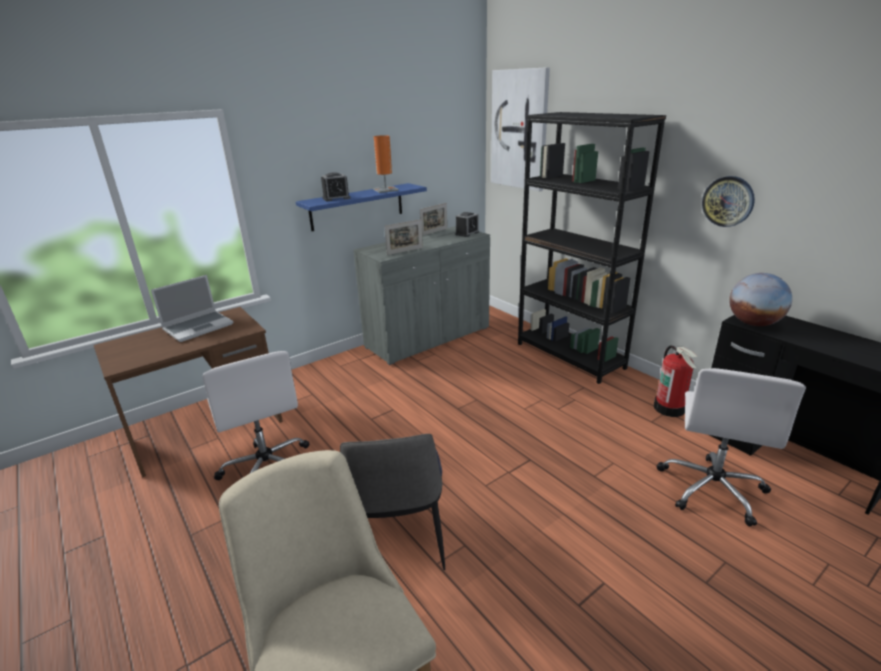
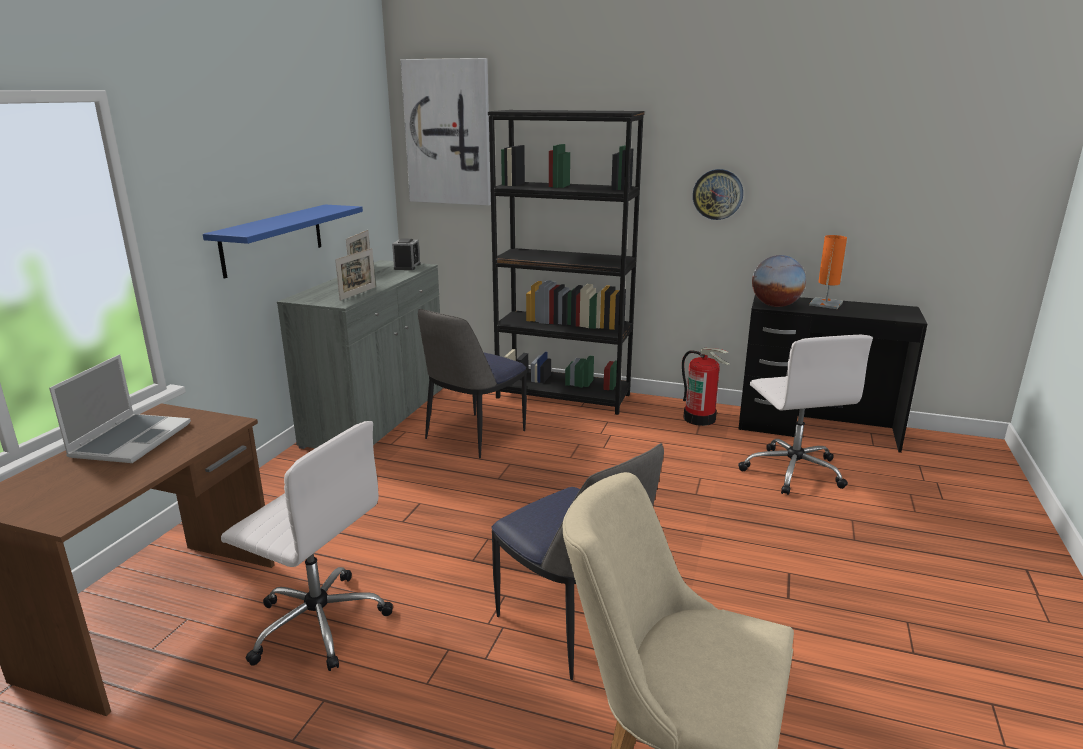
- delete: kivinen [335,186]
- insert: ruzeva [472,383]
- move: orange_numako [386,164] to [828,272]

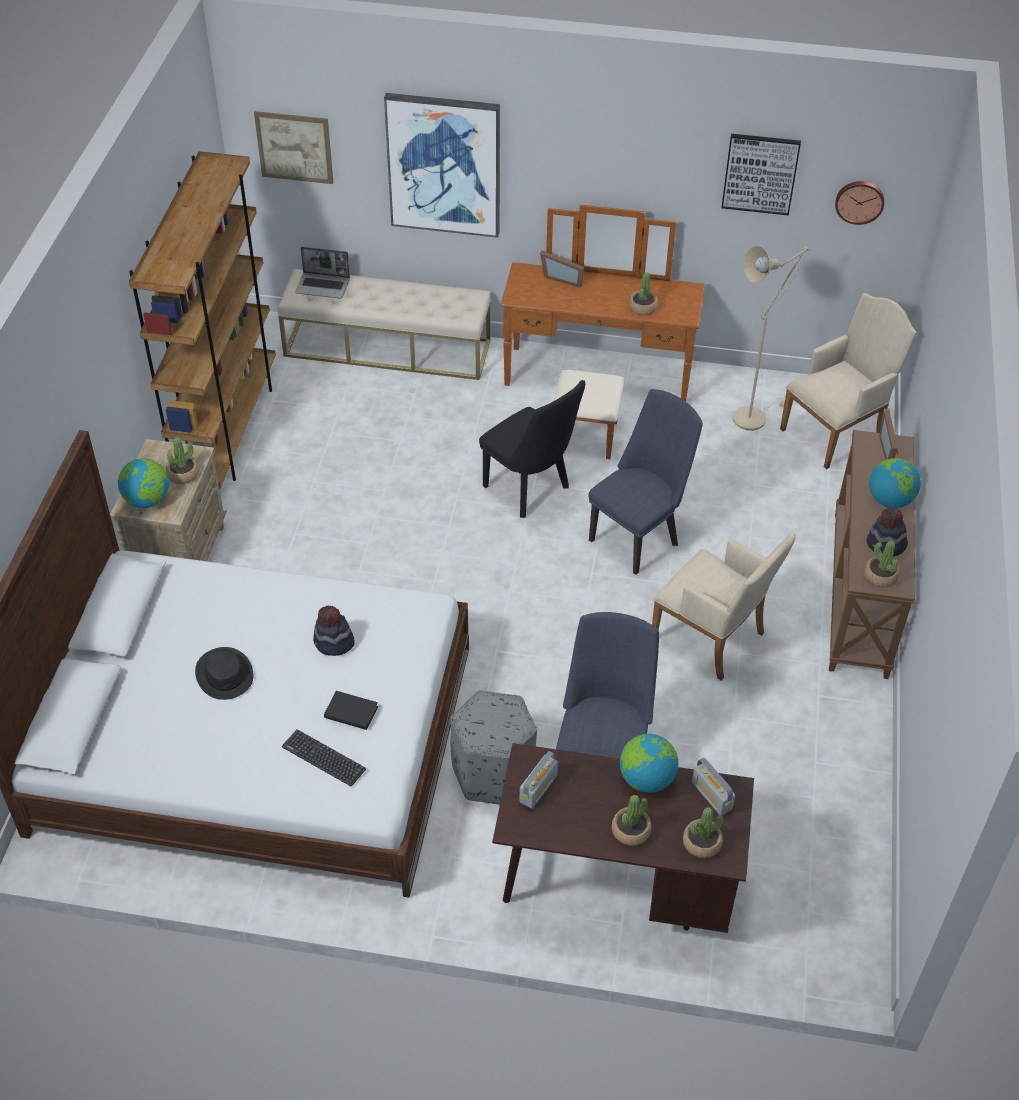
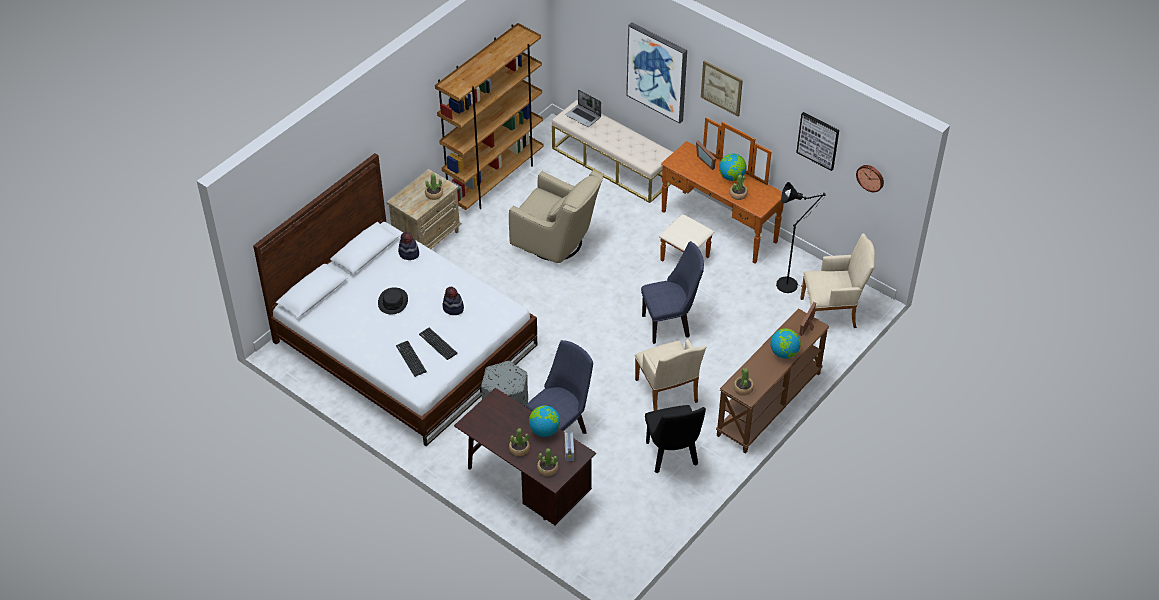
- delete: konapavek [538,780]
- insert: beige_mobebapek [556,216]
- move: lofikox [143,483] to [732,167]
- move: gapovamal [293,147] to [722,89]
- move: black_ruzeva [532,449] to [675,439]
- move: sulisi [887,531] to [408,246]
- replace: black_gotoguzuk [351,710] to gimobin [438,344]
- recolor: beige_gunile [771,338] to black_gunile [801,237]

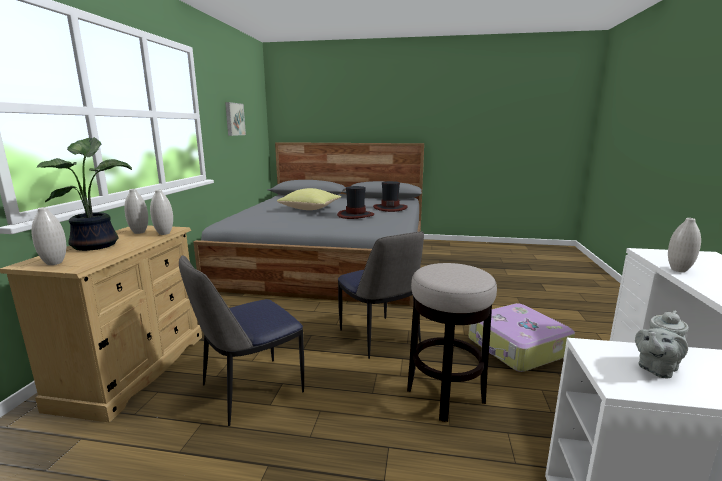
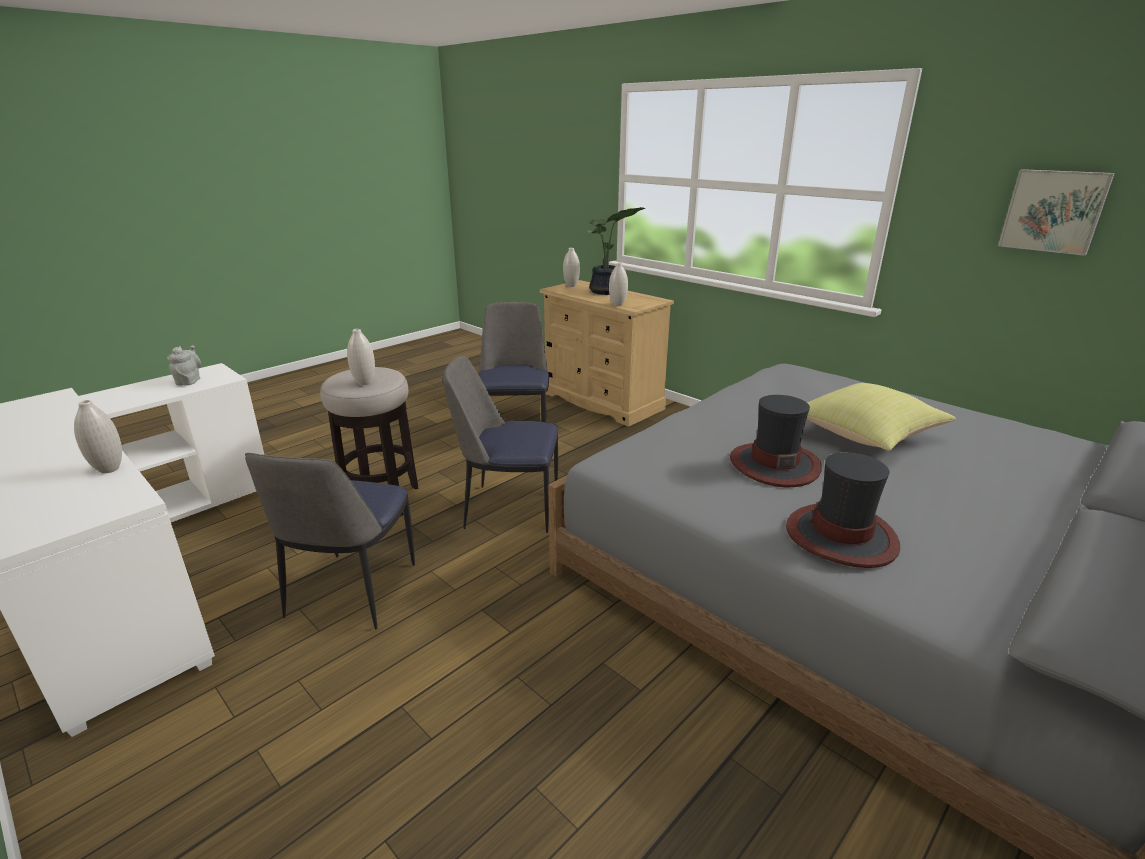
- move: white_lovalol [136,211] to [361,357]
- replace: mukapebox [521,337] to ruzeva [330,541]

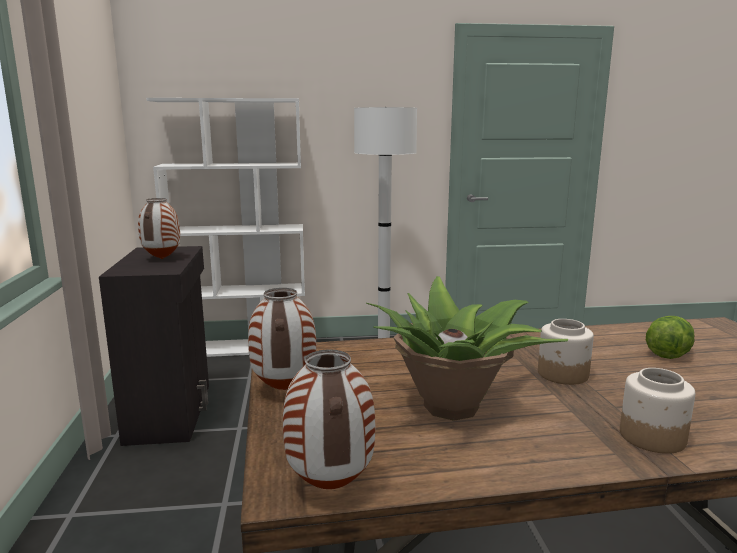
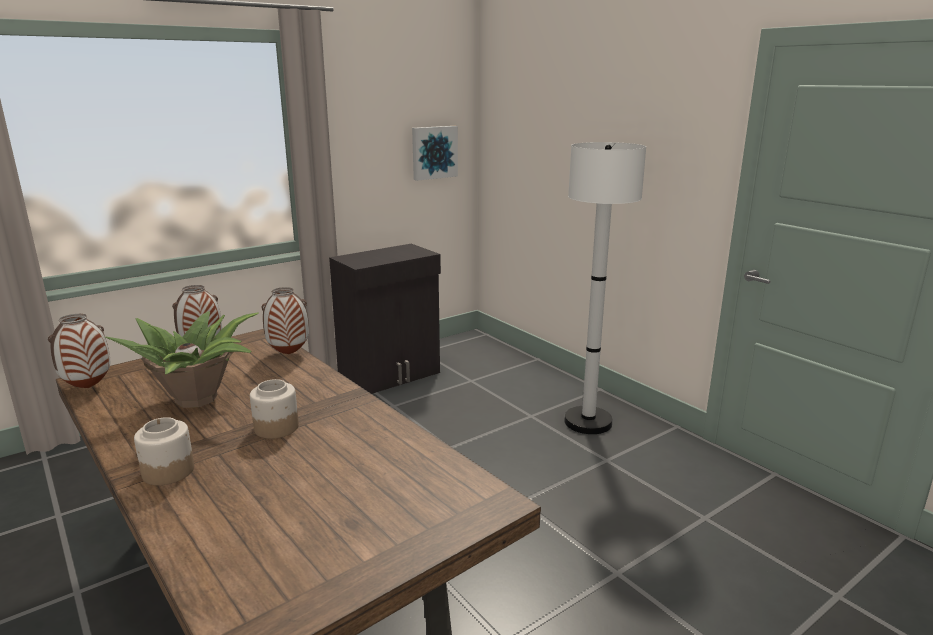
- delete: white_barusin [225,227]
- delete: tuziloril [670,337]
- insert: gapovamal [435,153]
- move: lovalol [159,228] to [285,321]

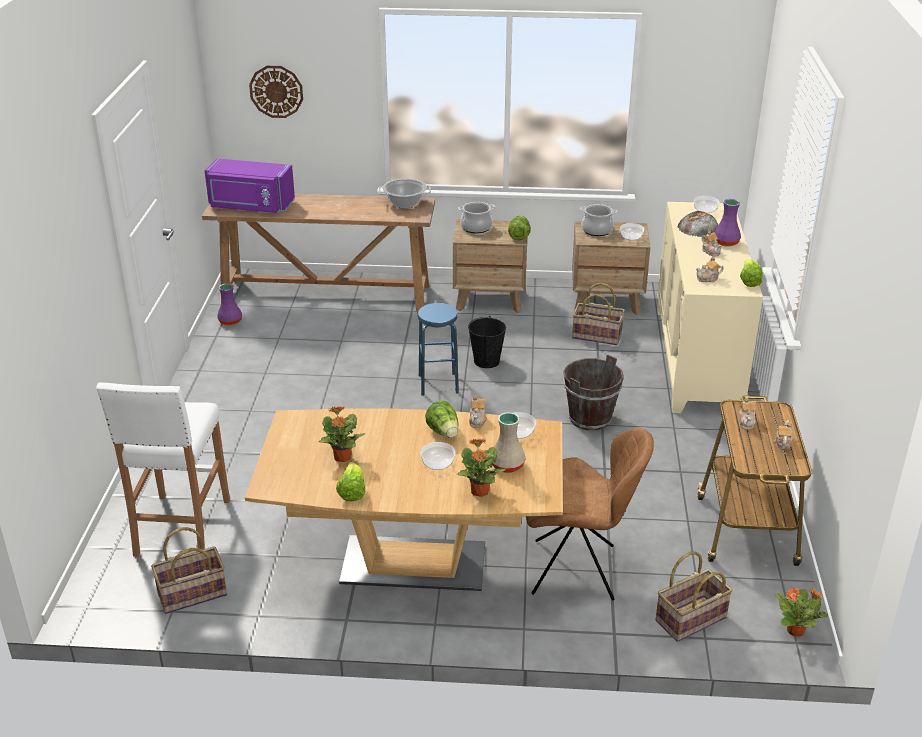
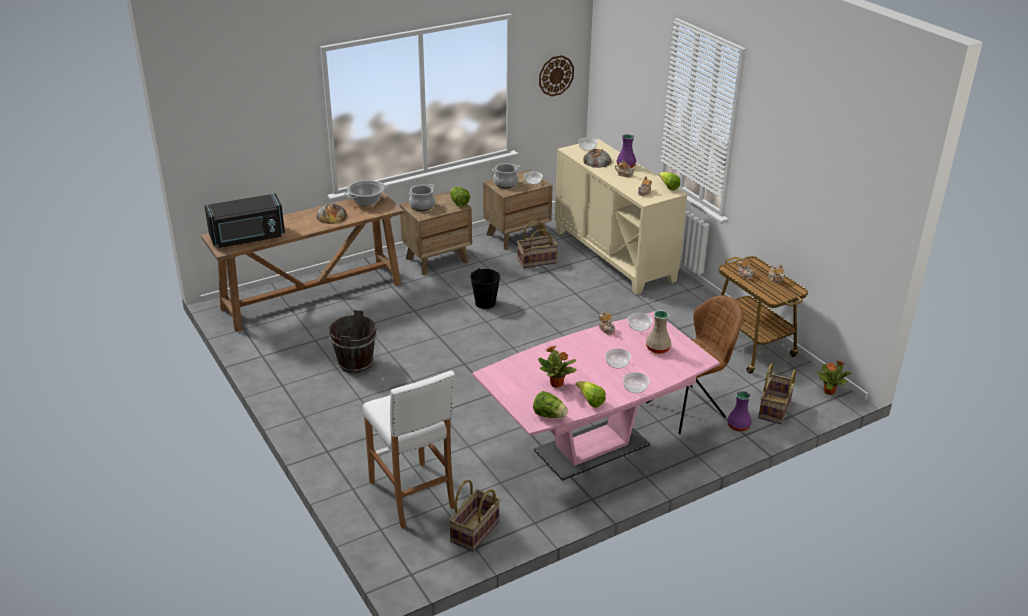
- delete: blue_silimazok [438,349]
- delete: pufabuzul [481,468]
- insert: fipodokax [331,214]
- insert: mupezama [636,382]
- move: purple_lovalol [229,304] to [739,411]
- move: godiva [276,92] to [556,75]
- move: tuziloril [442,419] to [550,404]
- move: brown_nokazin [593,392] to [353,341]
- recolor: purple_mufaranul [249,185] to black_mufaranul [244,220]
- recolor: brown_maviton [404,499] to pink_maviton [596,396]

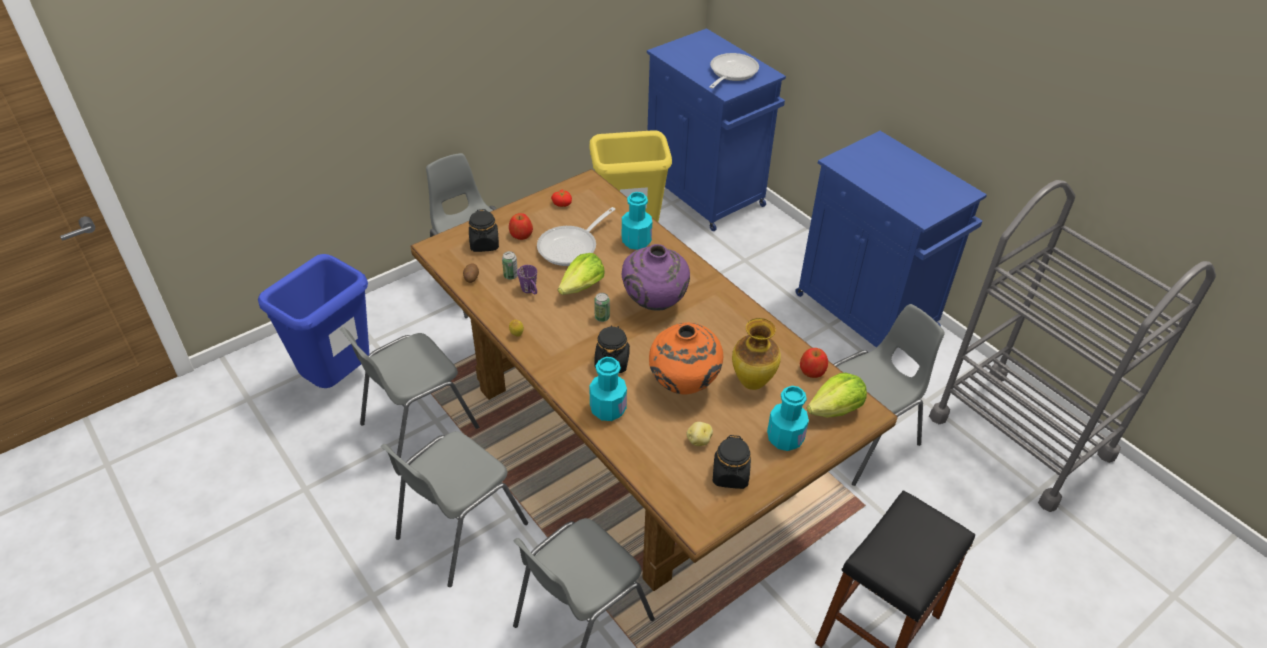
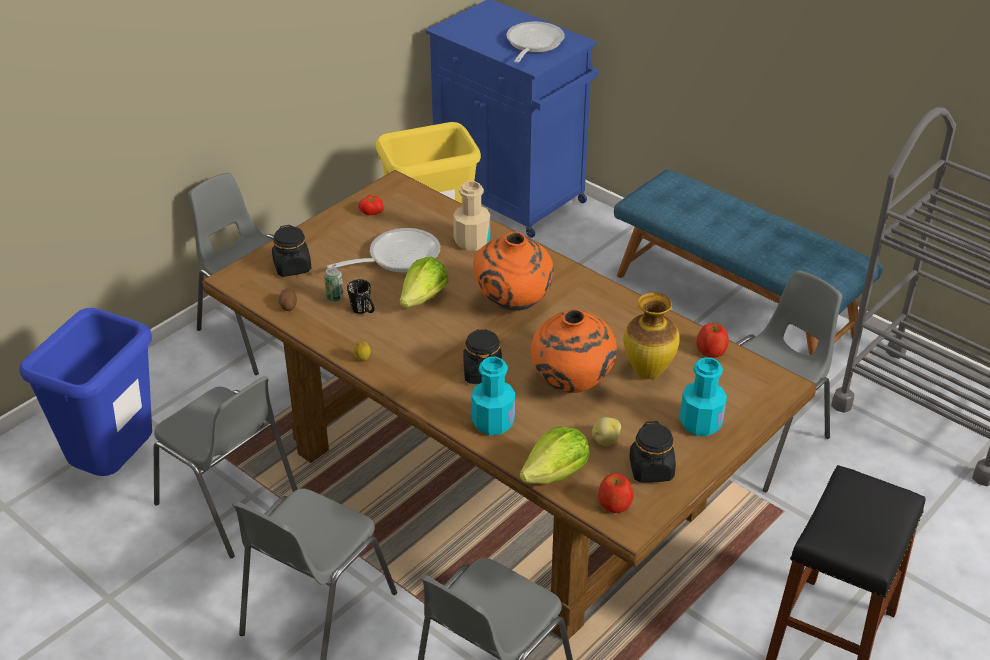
- delete: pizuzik [602,307]
- move: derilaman [521,226] to [616,493]
- move: tuziloril [837,395] to [554,455]
- replace: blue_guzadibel [891,239] to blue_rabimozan [748,262]
- recolor: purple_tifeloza [527,279] to black_tifeloza [361,296]
- recolor: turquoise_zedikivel [637,221] to beige_zedikivel [471,216]
- recolor: purple_lovalol [656,277] to orange_lovalol [513,271]
- rotate: grey_ruzeva [409,392] = [226,467] 90 degrees counterclockwise
- rotate: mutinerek [576,236] = [383,250] 150 degrees counterclockwise

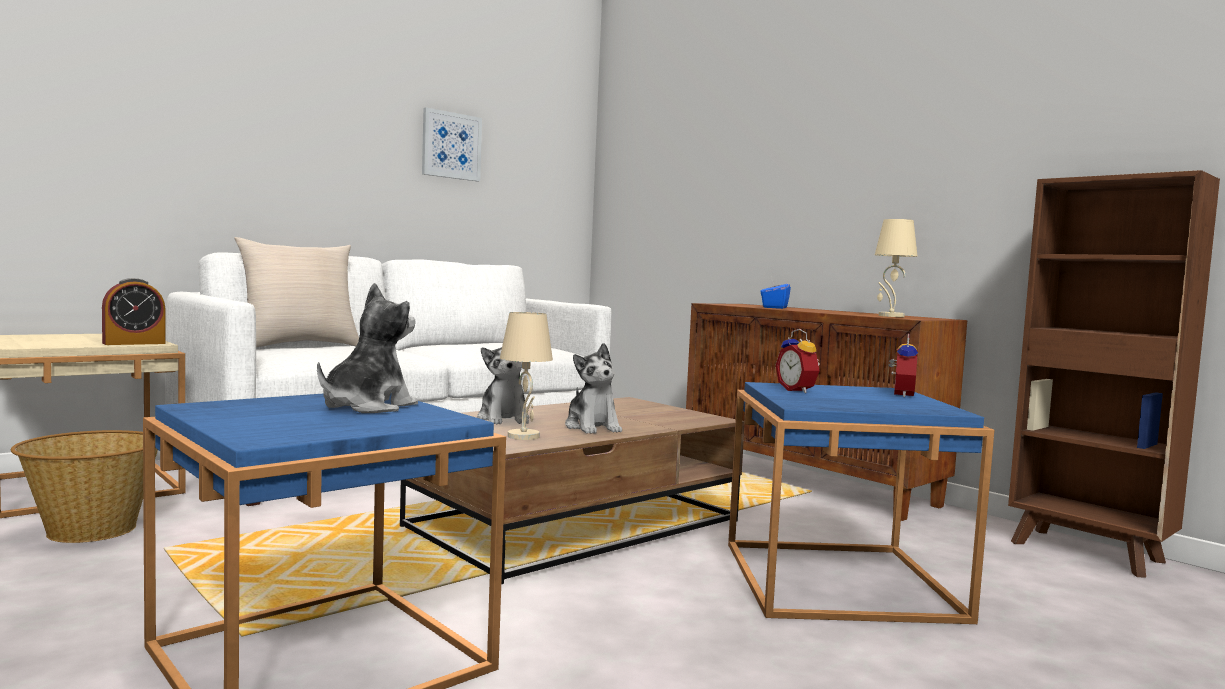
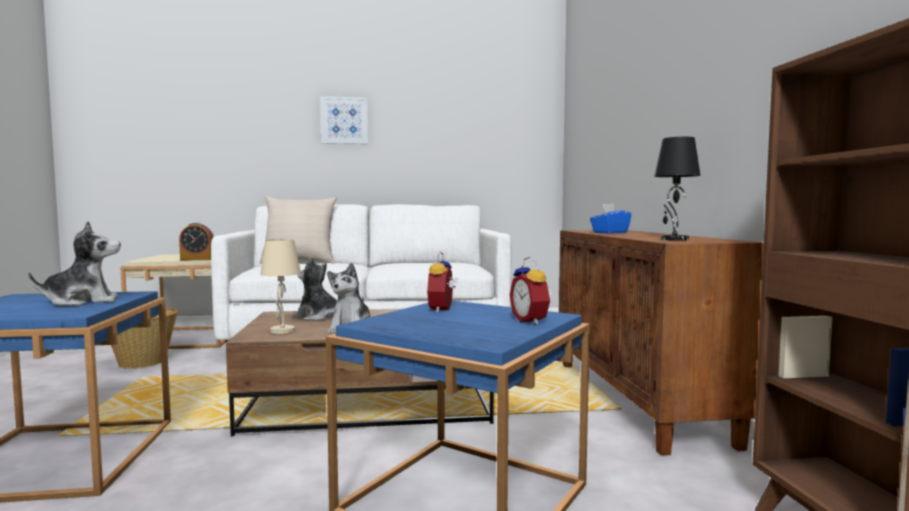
- move: gapovamal [452,144] to [344,120]
- recolor: beige_numako [896,268] to black_numako [677,188]
- rotate: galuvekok [503,386] = [315,289] 105 degrees clockwise
- rotate: kivinen [903,365] = [531,291] 105 degrees clockwise

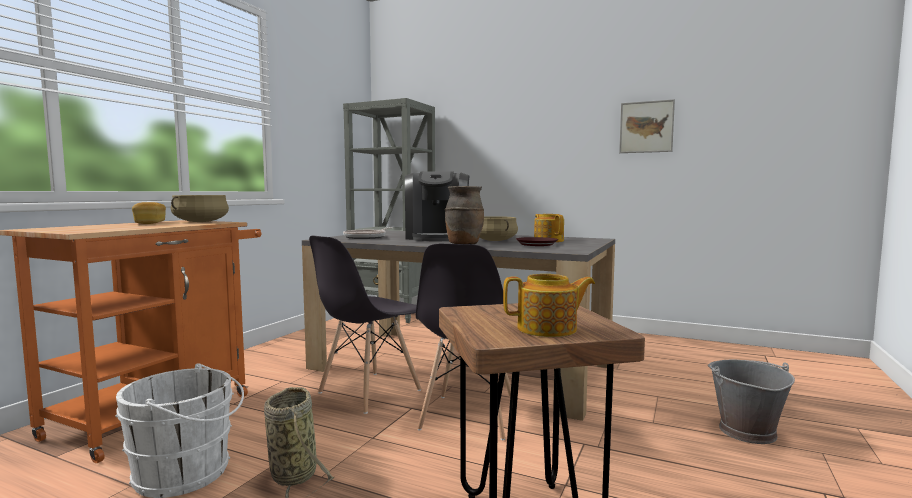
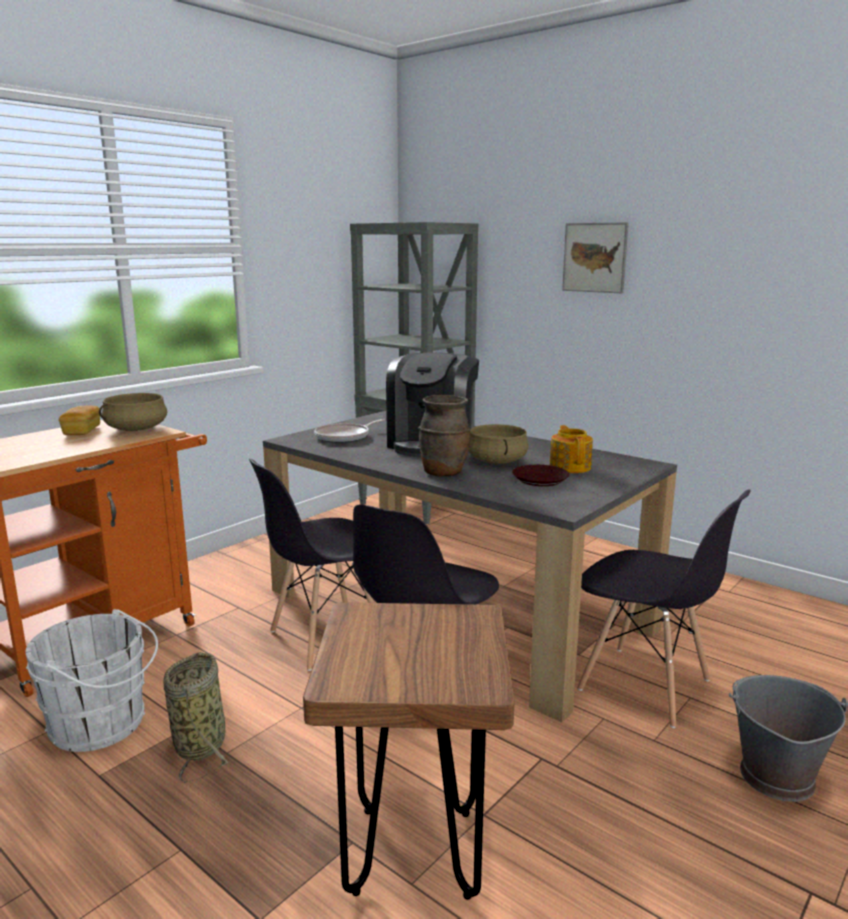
- delete: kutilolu [549,305]
- insert: grey_ruzeva [664,608]
- move: gapovamal [647,126] to [595,257]

